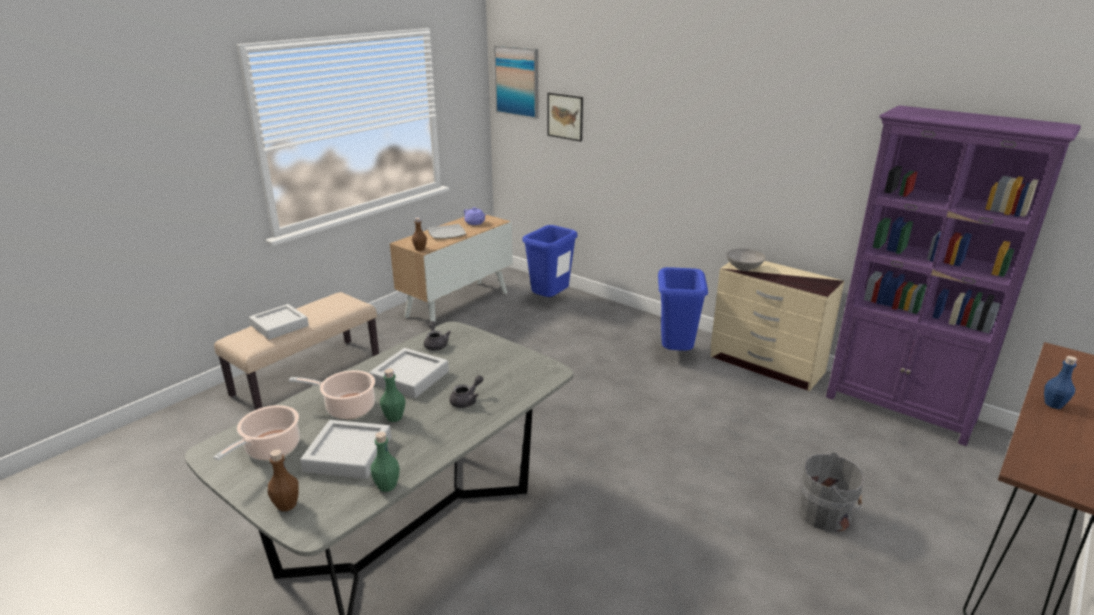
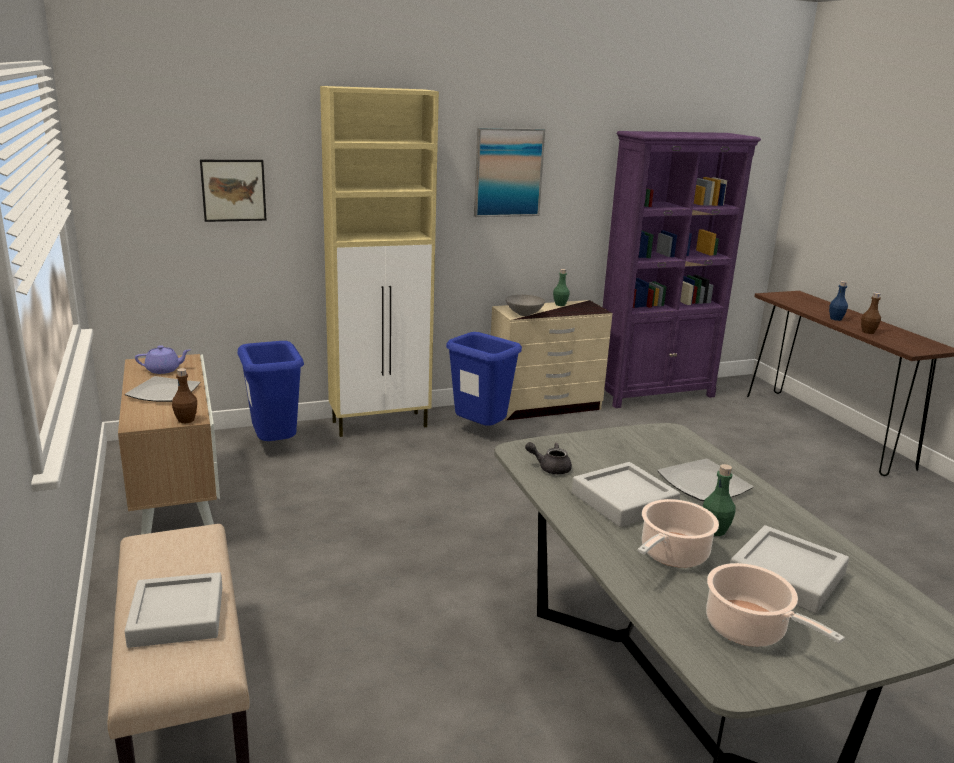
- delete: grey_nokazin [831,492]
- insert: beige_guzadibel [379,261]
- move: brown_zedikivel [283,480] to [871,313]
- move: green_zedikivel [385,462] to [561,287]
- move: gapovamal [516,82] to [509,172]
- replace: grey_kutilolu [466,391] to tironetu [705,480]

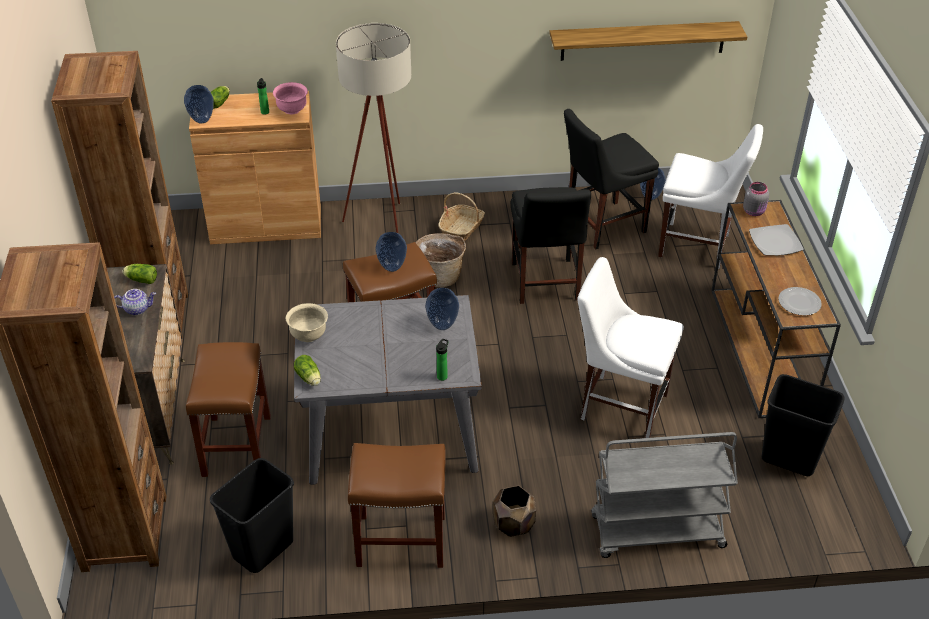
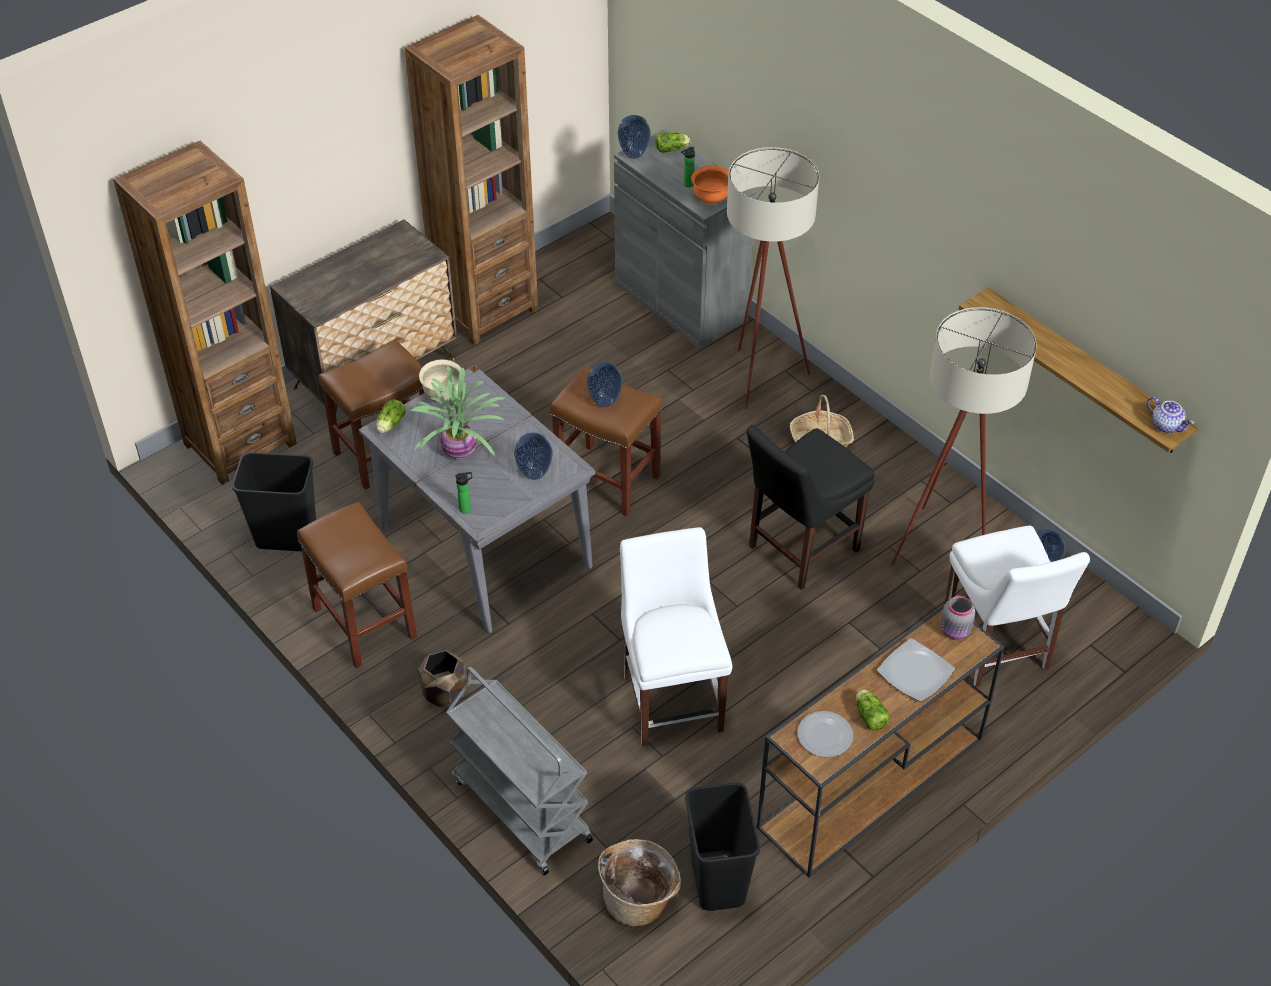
- insert: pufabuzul [458,412]
- move: kutilolu [135,302] to [1170,415]
- move: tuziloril [140,274] to [872,710]
- move: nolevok [441,260] to [639,882]
- replace: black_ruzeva [611,179] to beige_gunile [964,436]
- recolor: brown_guzadibel [255,167] to grey_guzadibel [685,239]
- recolor: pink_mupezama [290,98] to orange_mupezama [710,185]

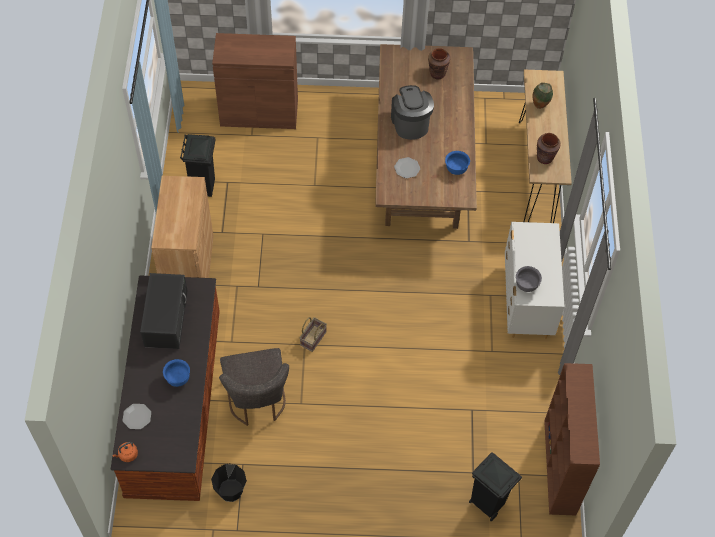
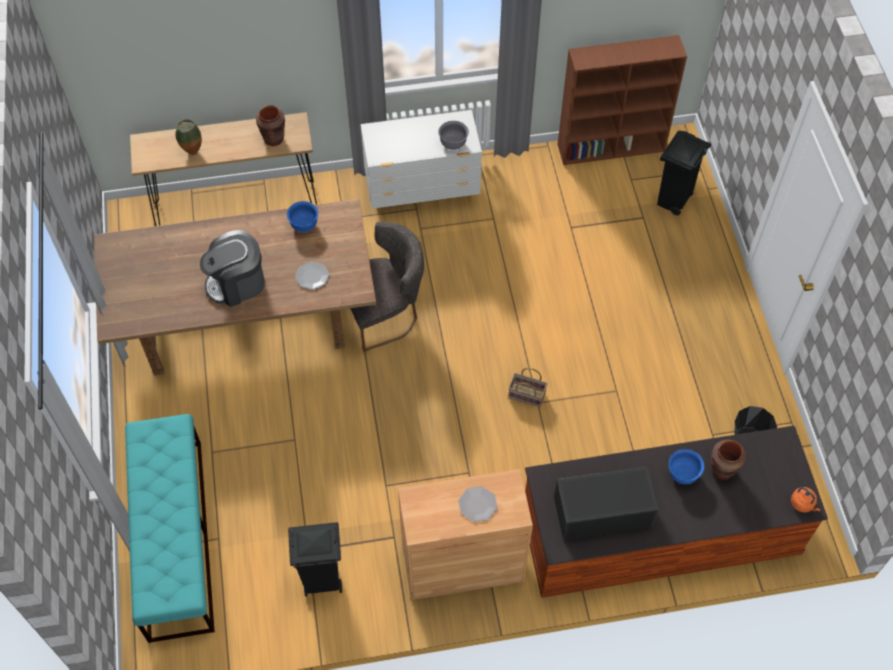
- move: tironetu [136,416] to [477,504]
- move: grey_ruzeva [254,387] to [387,287]
- move: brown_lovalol [439,63] to [728,459]
- replace: brown_guzadibel [255,81] to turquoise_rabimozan [170,528]

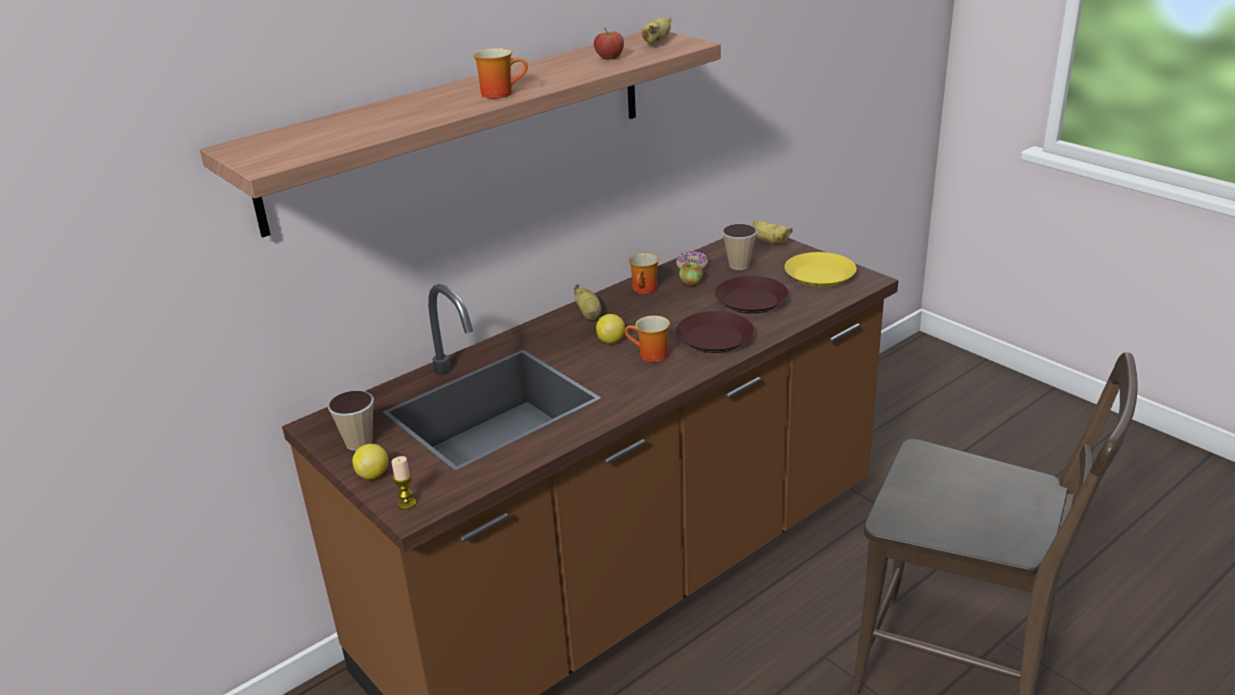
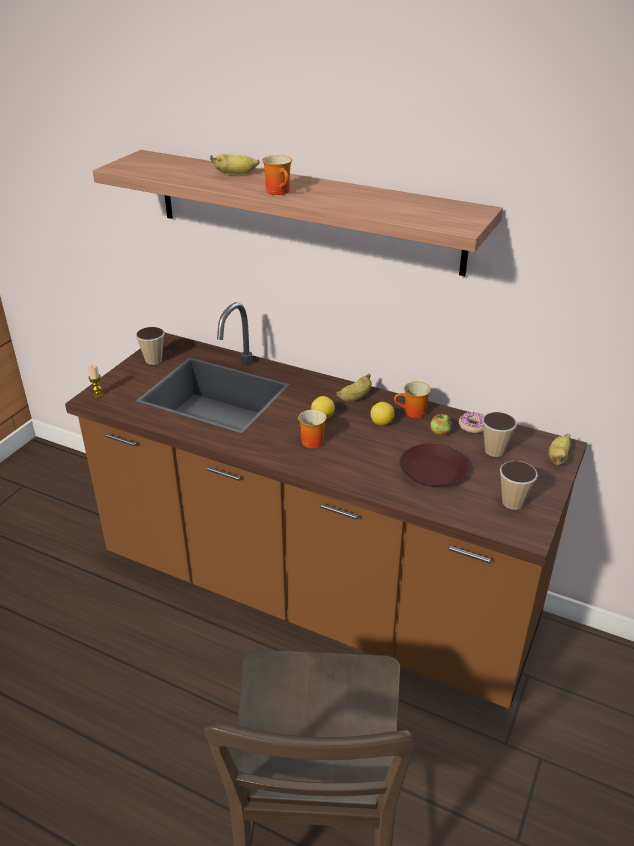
- delete: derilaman [609,44]
- delete: brown_tironetu [715,332]
- move: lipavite [370,461] to [383,413]
- move: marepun [656,31] to [235,164]
- replace: yellow_tironetu [820,269] to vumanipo [519,485]

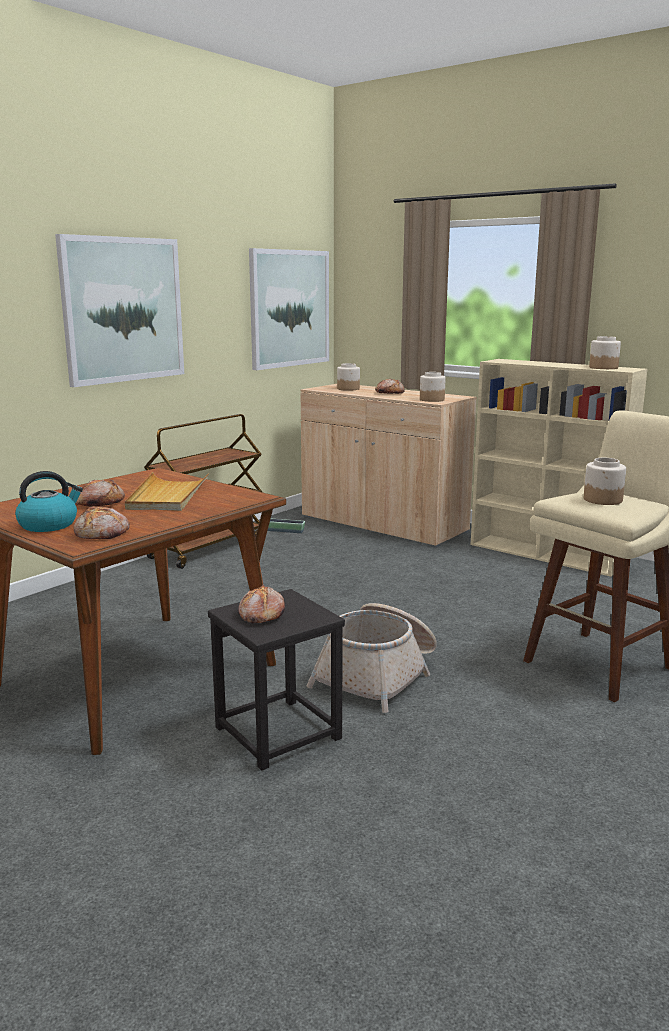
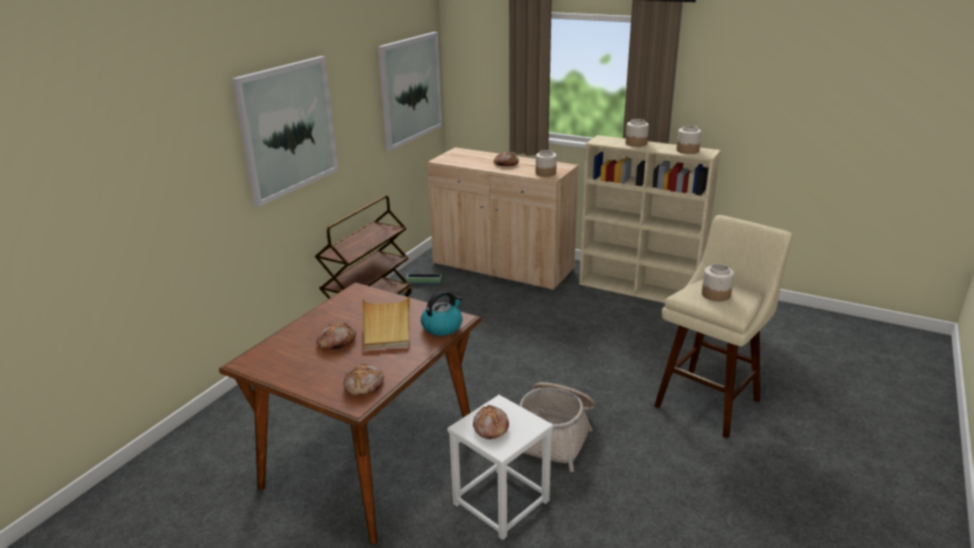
- move: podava [49,501] to [442,313]
- move: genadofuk [348,377] to [637,133]
- recolor: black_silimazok [276,680] to white_silimazok [500,467]

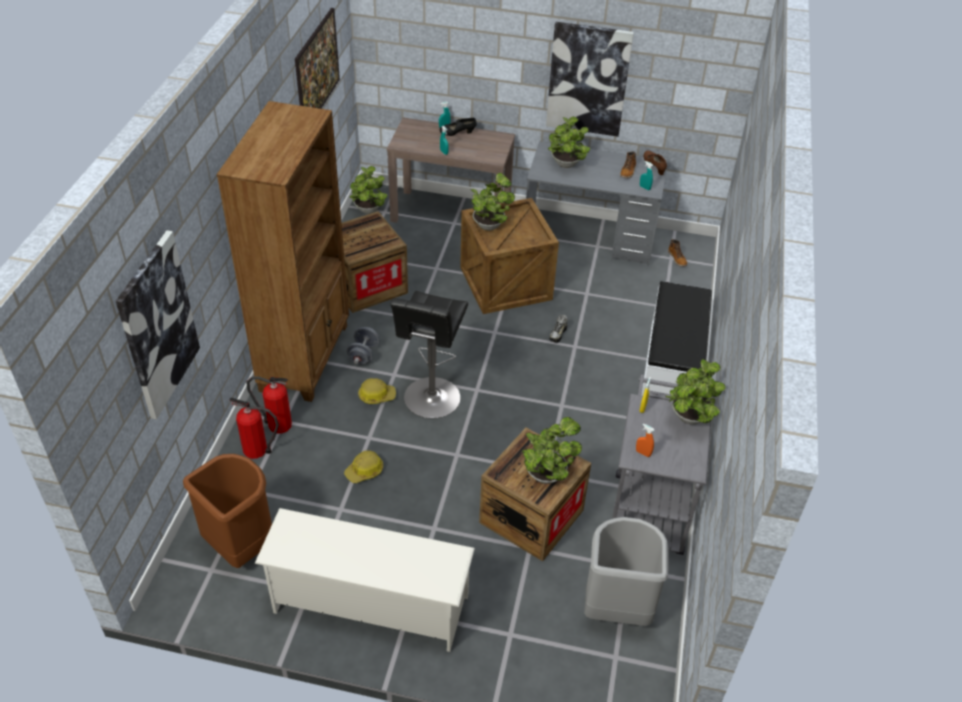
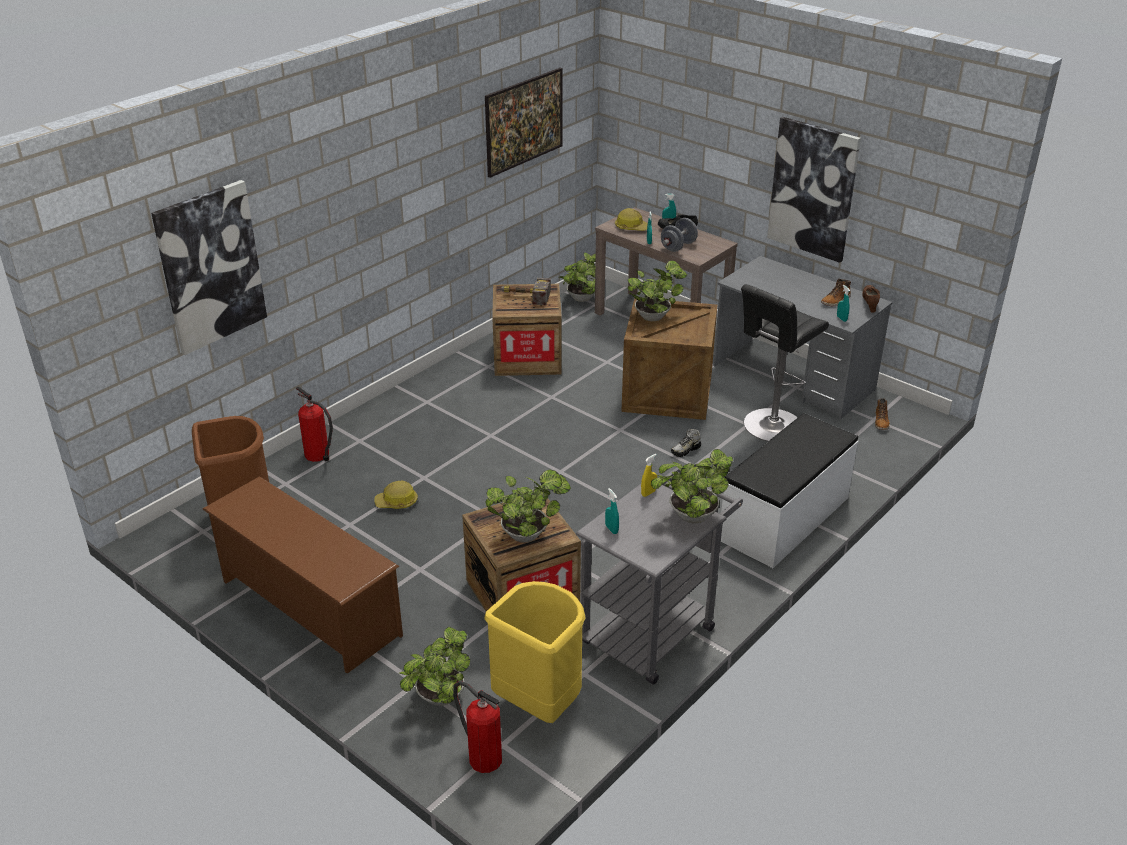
- delete: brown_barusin [283,251]
- insert: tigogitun [526,291]
- move: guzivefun [269,405] to [477,726]
- move: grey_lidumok [363,345] to [679,235]
- move: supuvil [377,391] to [631,219]
- move: black_silimazok [429,354] to [785,362]
- move: pufabuzul [569,142] to [434,666]
- recolor: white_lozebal [365,580] to brown_lozebal [303,575]
- recolor: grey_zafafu [626,571] to yellow_zafafu [535,652]
- recolor: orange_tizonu [645,440] to turquoise_tizonu [612,511]

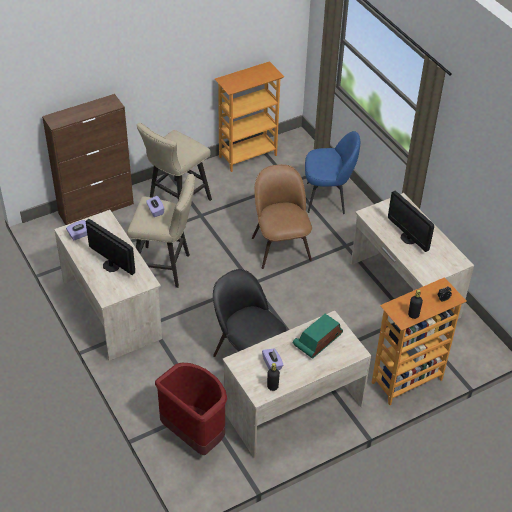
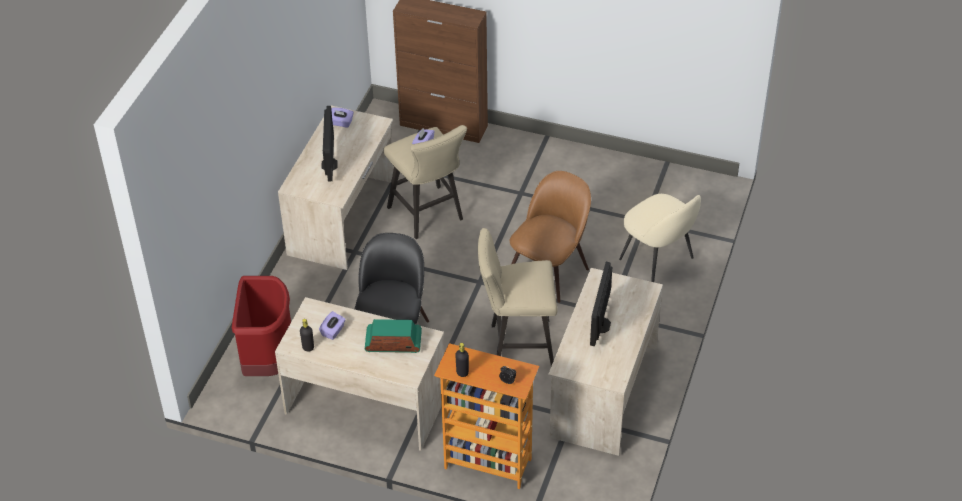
- delete: barusin [249,116]
- move: beige_silimazok [174,162] to [517,297]
- recolor: blue_ruzeva [332,172] to beige_ruzeva [660,238]

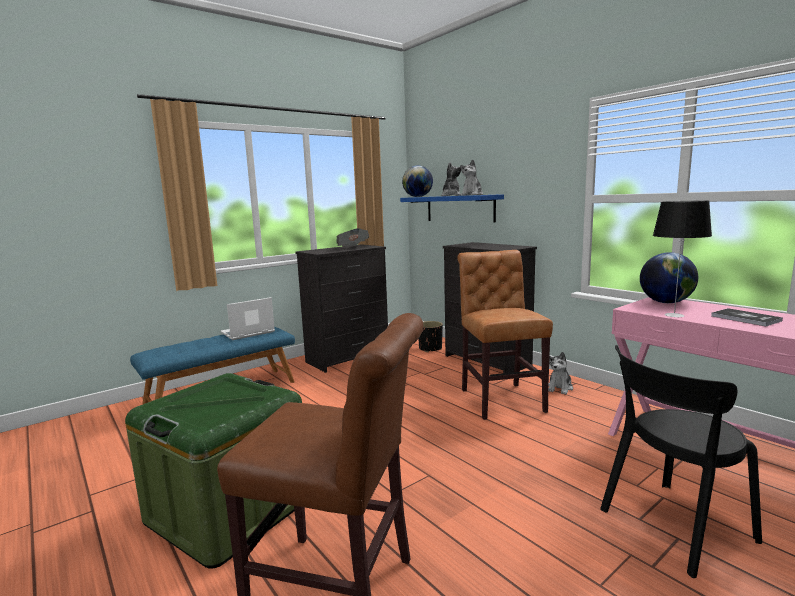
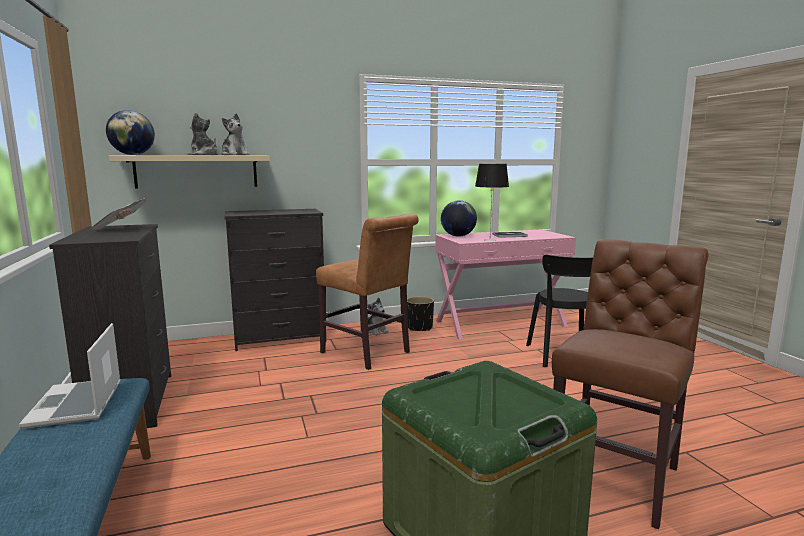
- move: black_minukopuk [430,336] to [420,313]
- recolor: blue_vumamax [452,208] to beige_vumamax [189,172]
- rotate: brown_ruzeva [505,335] = [367,291] 150 degrees counterclockwise

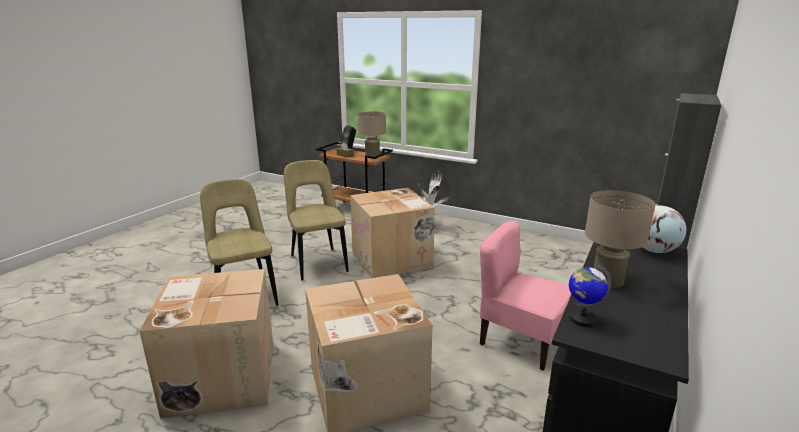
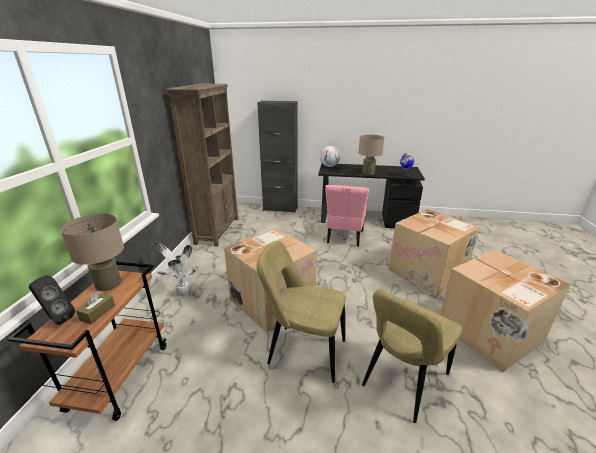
- insert: brown_barusin [202,165]
- rotate: beige_ruzeva [316,220] = [301,312] 60 degrees clockwise

